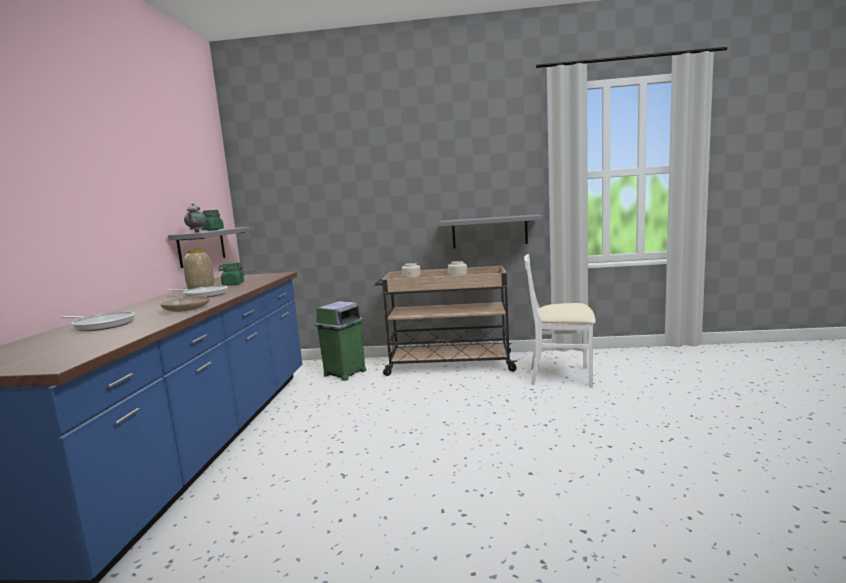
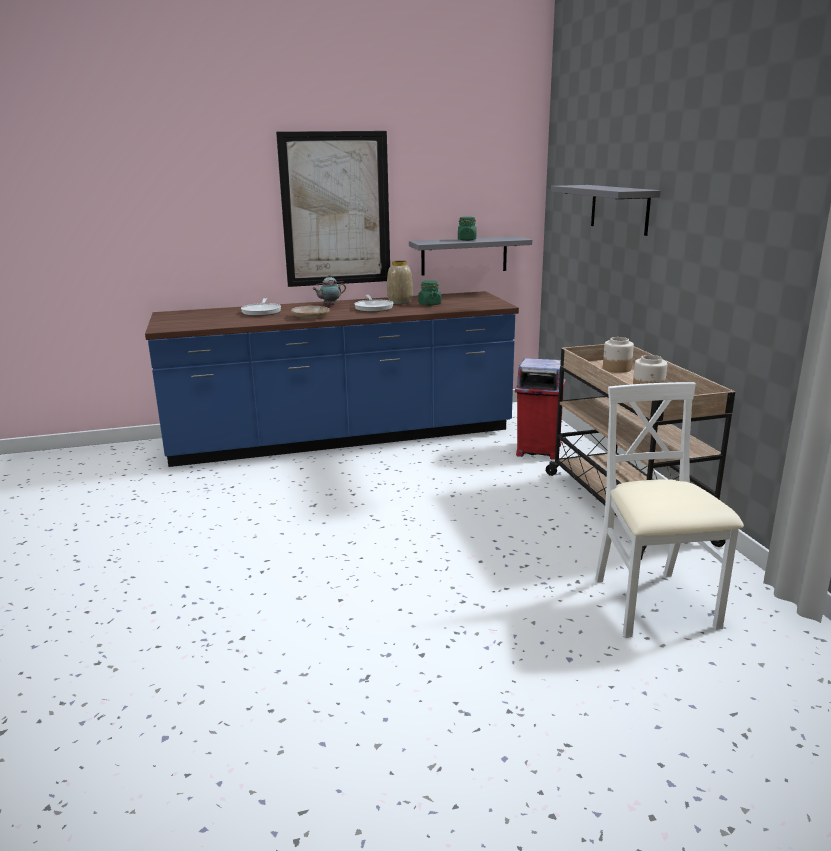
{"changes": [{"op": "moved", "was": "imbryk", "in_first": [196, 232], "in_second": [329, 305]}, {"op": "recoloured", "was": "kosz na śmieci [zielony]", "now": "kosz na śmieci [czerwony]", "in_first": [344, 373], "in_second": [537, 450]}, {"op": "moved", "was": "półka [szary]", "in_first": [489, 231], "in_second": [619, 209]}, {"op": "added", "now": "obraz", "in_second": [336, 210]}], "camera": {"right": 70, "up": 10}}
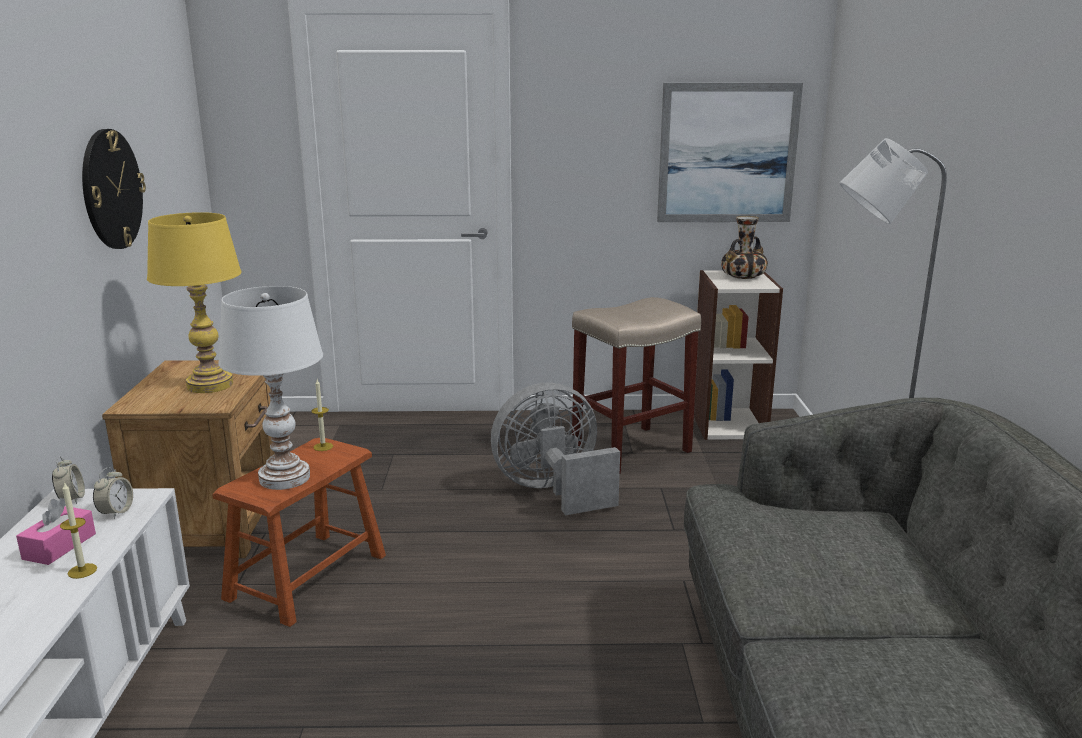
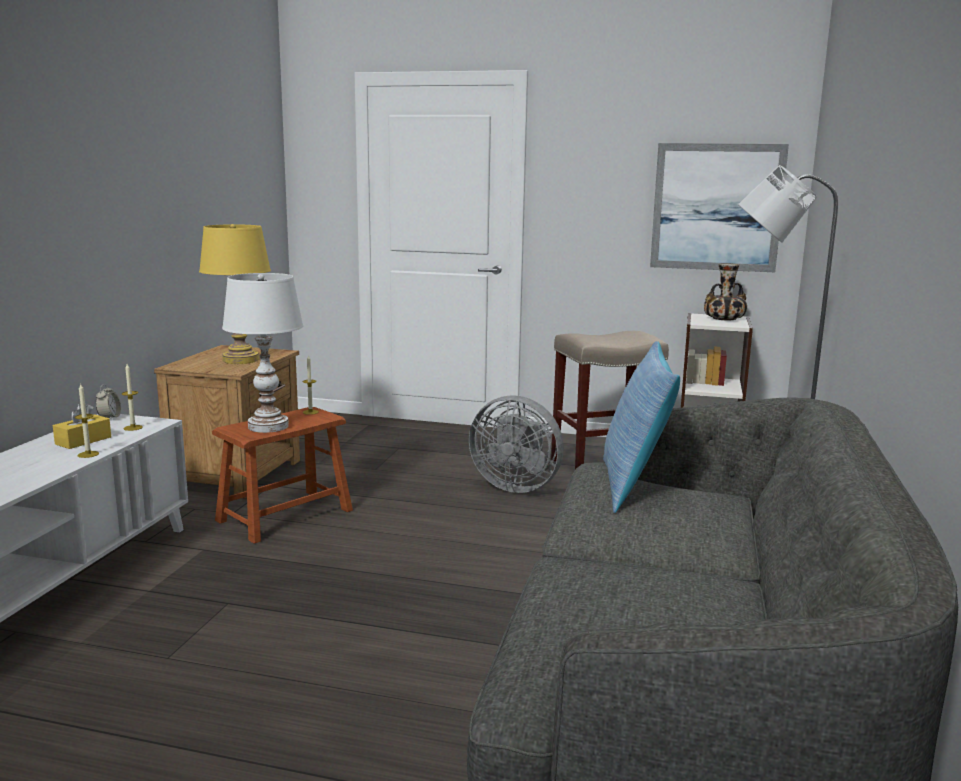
{"changes": [{"op": "recoloured", "was": "pudełko chusteczek [różowy]", "now": "pudełko chusteczek [żółty]", "in_first": [59, 546], "in_second": [83, 441]}, {"op": "removed", "was": "zegar ścienny", "in_first": [111, 189]}, {"op": "replaced", "was": "budzik", "now": "świeca", "in_first": [116, 512], "in_second": [133, 428]}, {"op": "turned", "was": "wentylator [szary]", "in_first": [553, 491], "in_second": [515, 486], "clockwise": -150}, {"op": "added", "now": "poduszka", "in_second": [634, 485]}], "camera": {"right": 15, "up": -5}}
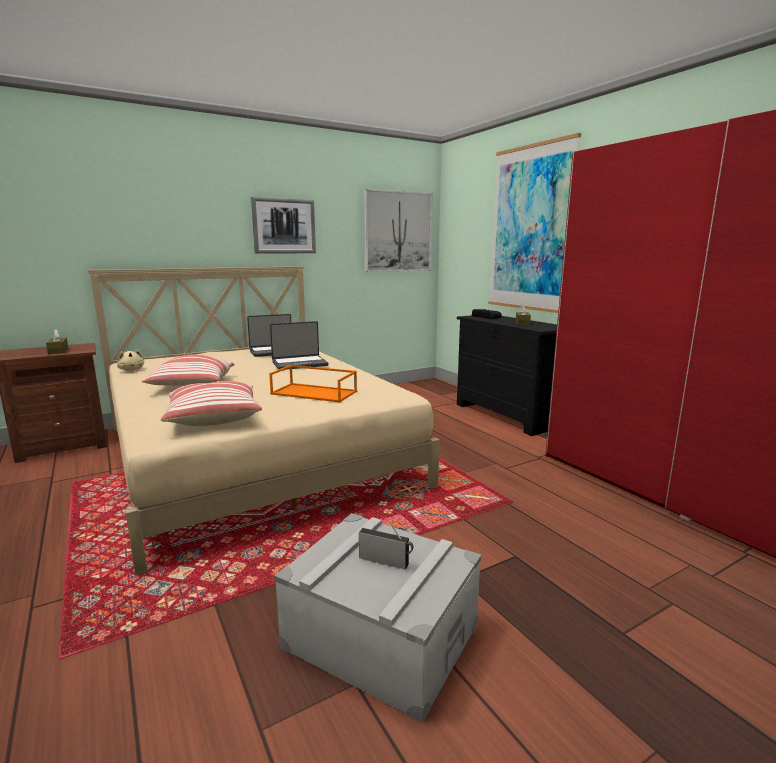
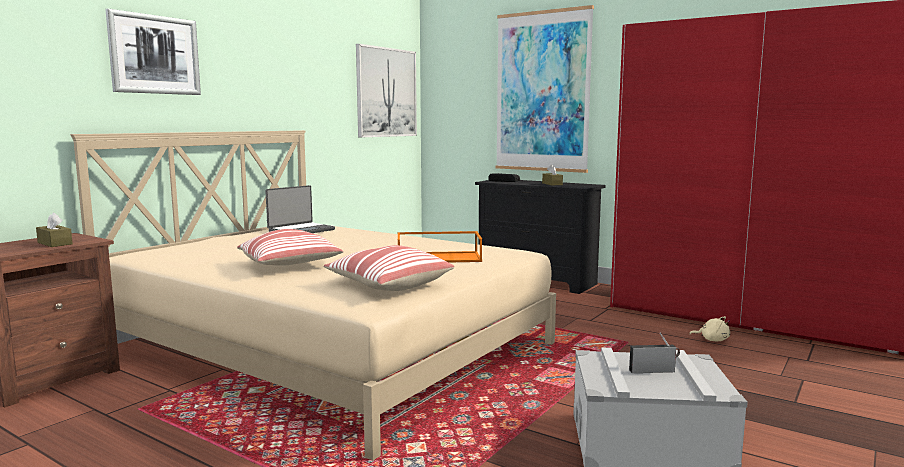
{"changes": [{"op": "moved", "was": "pluszak [beżowy]", "in_first": [132, 370], "in_second": [712, 340]}, {"op": "moved", "was": "obraz", "in_first": [284, 226], "in_second": [155, 54]}, {"op": "removed", "was": "laptop", "in_first": [299, 363]}], "camera": {"right": -25, "up": -5}}
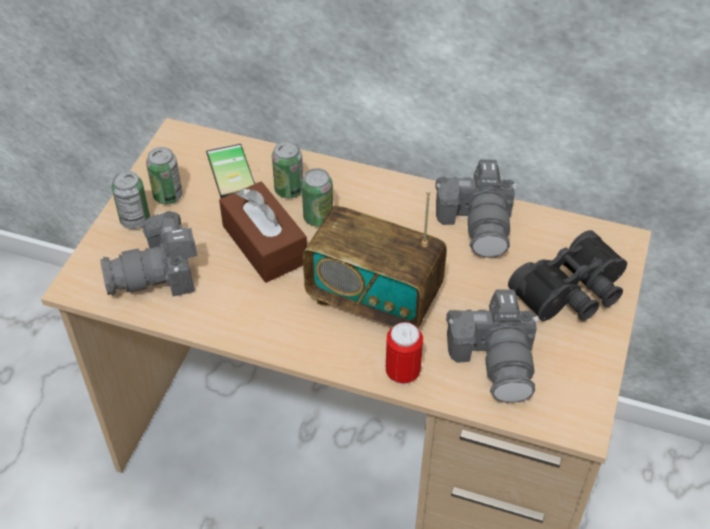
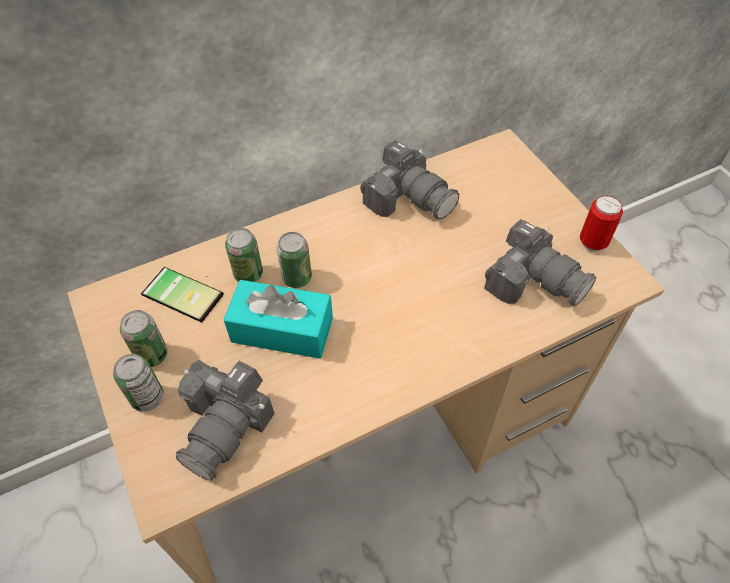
{"changes": [{"op": "recoloured", "was": "pudełko chusteczek [brązowy]", "now": "pudełko chusteczek [turkusowy]", "in_first": [264, 244], "in_second": [282, 330]}, {"op": "removed", "was": "radio", "in_first": [374, 300]}, {"op": "moved", "was": "puszka", "in_first": [402, 373], "in_second": [592, 242]}, {"op": "removed", "was": "lornetka [czarny]", "in_first": [573, 293]}], "camera": {"right": -45, "up": 5}}
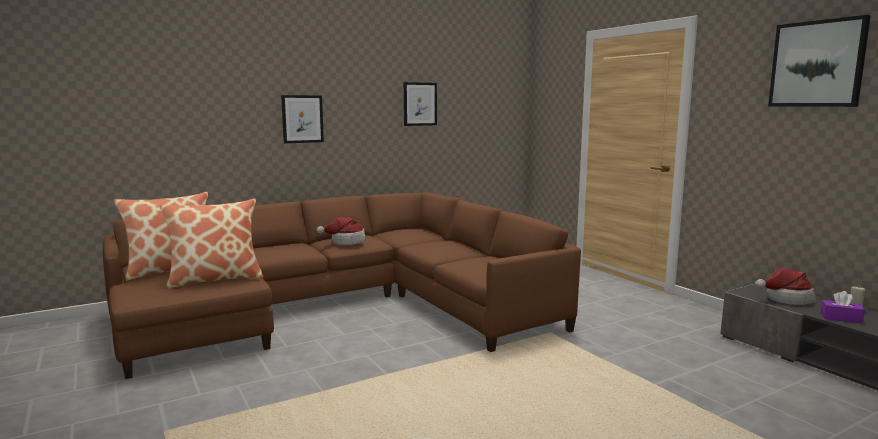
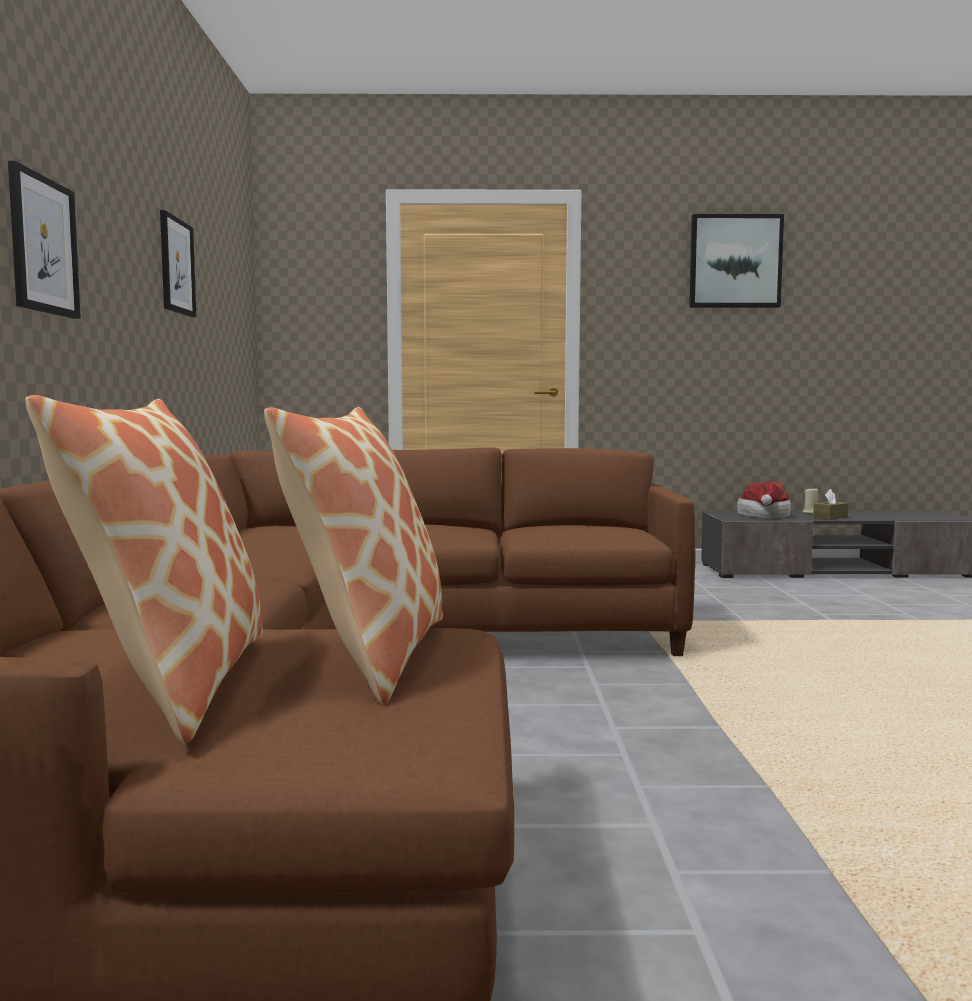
{"changes": [{"op": "removed", "was": "kapelusz", "in_first": [346, 241]}, {"op": "recoloured", "was": "pudełko chusteczek [fioletowy]", "now": "pudełko chusteczek [brązowy]", "in_first": [841, 318], "in_second": [830, 517]}], "camera": {"right": -60, "up": -5}}
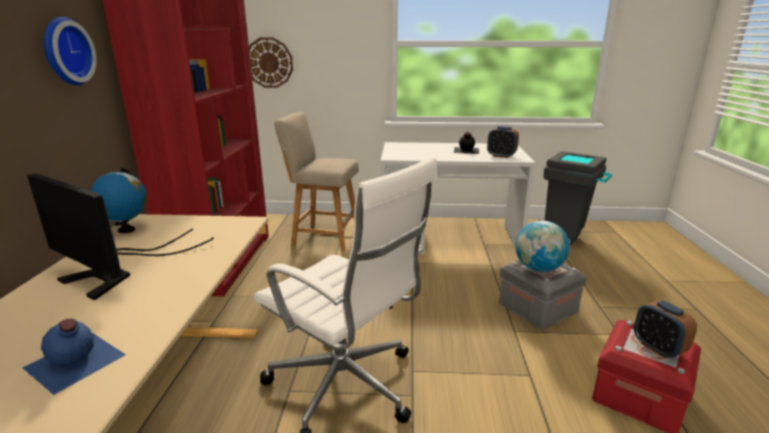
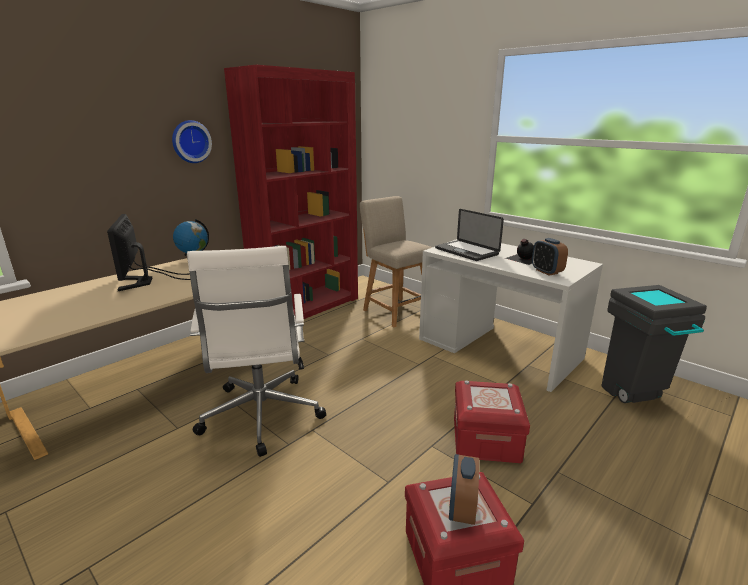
{"changes": [{"op": "removed", "was": "butelka [niebieski]", "in_first": [74, 362]}, {"op": "removed", "was": "zegar ścienny", "in_first": [269, 63]}, {"op": "recoloured", "was": "pojemnik do przechowywania [szary]", "now": "pojemnik do przechowywania [czerwony]", "in_first": [537, 308], "in_second": [486, 440]}, {"op": "removed", "was": "globus", "in_first": [538, 269]}, {"op": "added", "now": "laptop", "in_second": [466, 251]}], "camera": {"right": 40, "up": 0}}
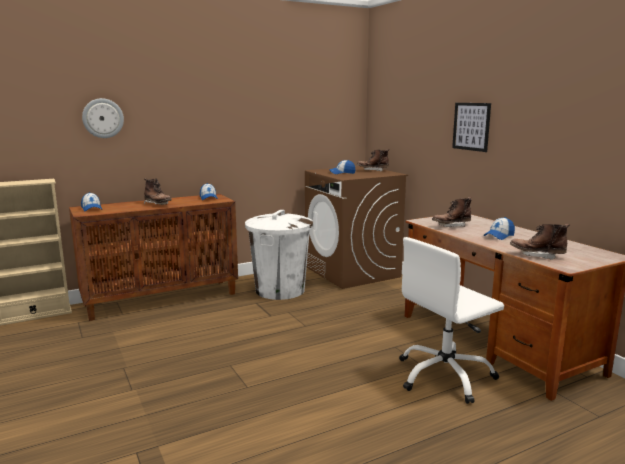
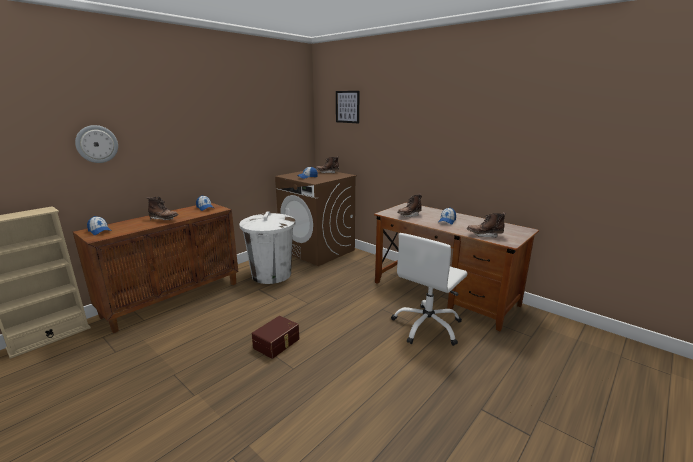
{"changes": [{"op": "moved", "was": "obraz", "in_first": [471, 126], "in_second": [347, 107]}, {"op": "added", "now": "pojemnik do przechowywania [brązowy]", "in_second": [277, 343]}], "camera": {"right": -20, "up": 5}}
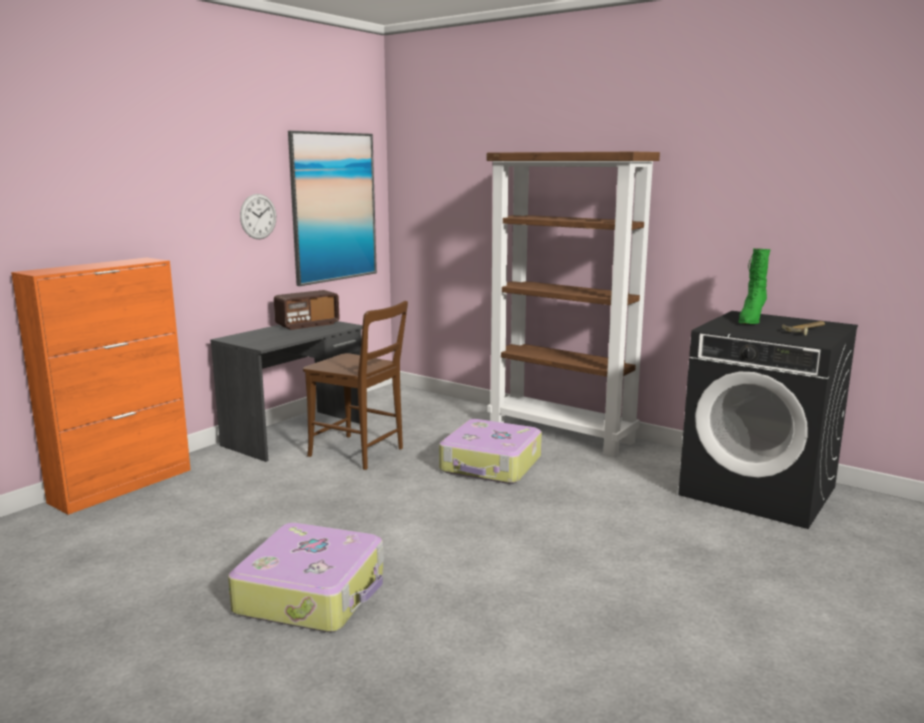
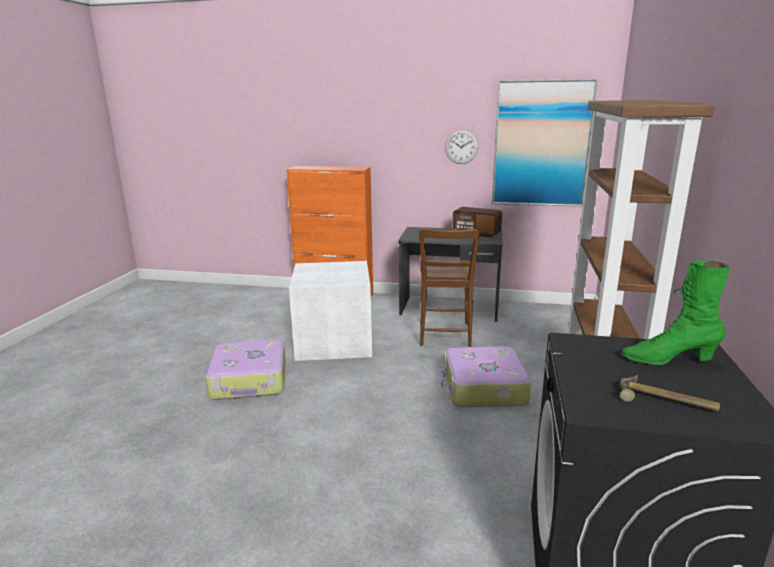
{"changes": [{"op": "added", "now": "pojemnik do przechowywania [biały]", "in_second": [332, 341]}], "camera": {"right": 65, "up": 5}}
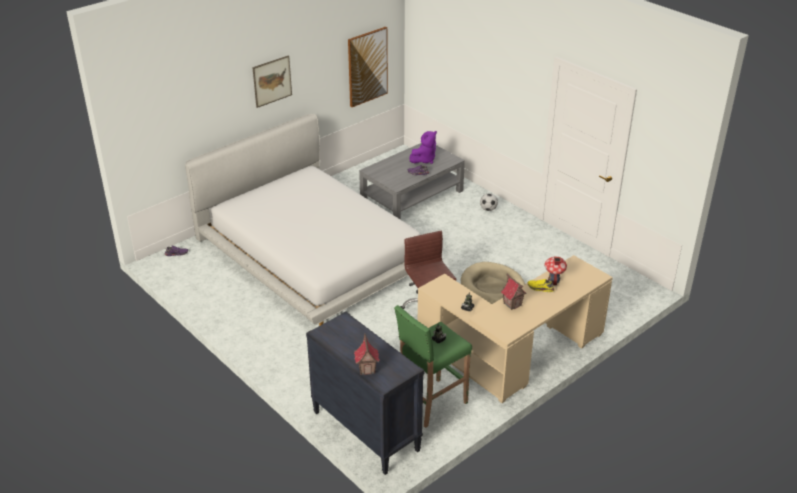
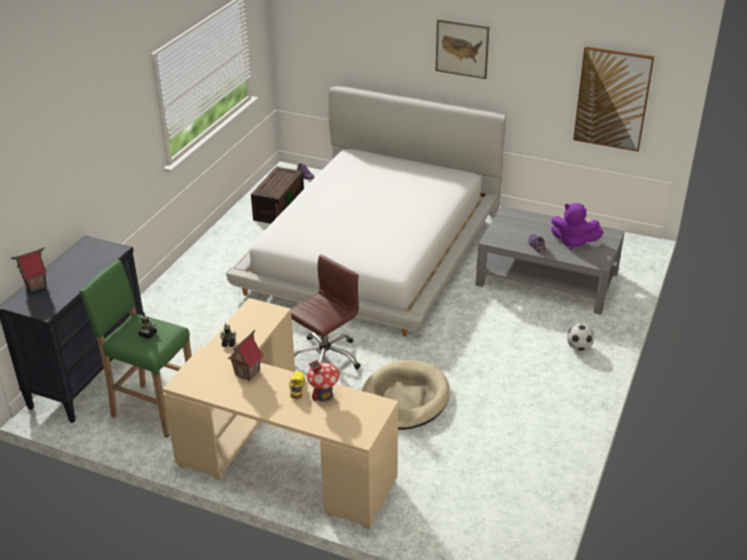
{"changes": [{"op": "added", "now": "pojemnik do przechowywania [brązowy]", "in_second": [278, 207]}], "camera": {"right": 65, "up": 0}}
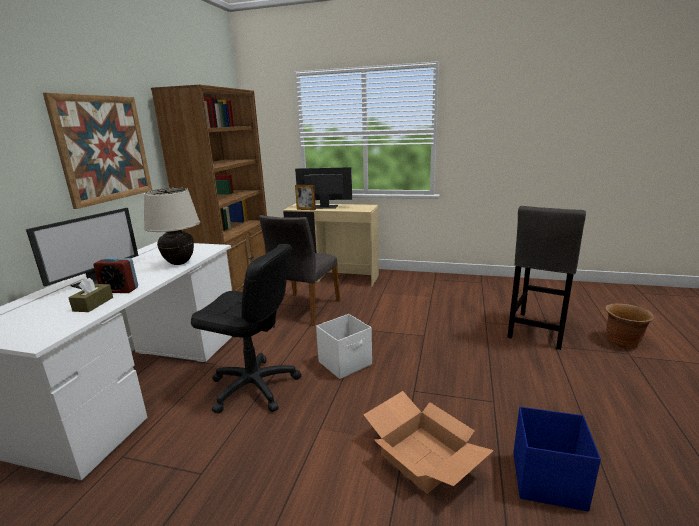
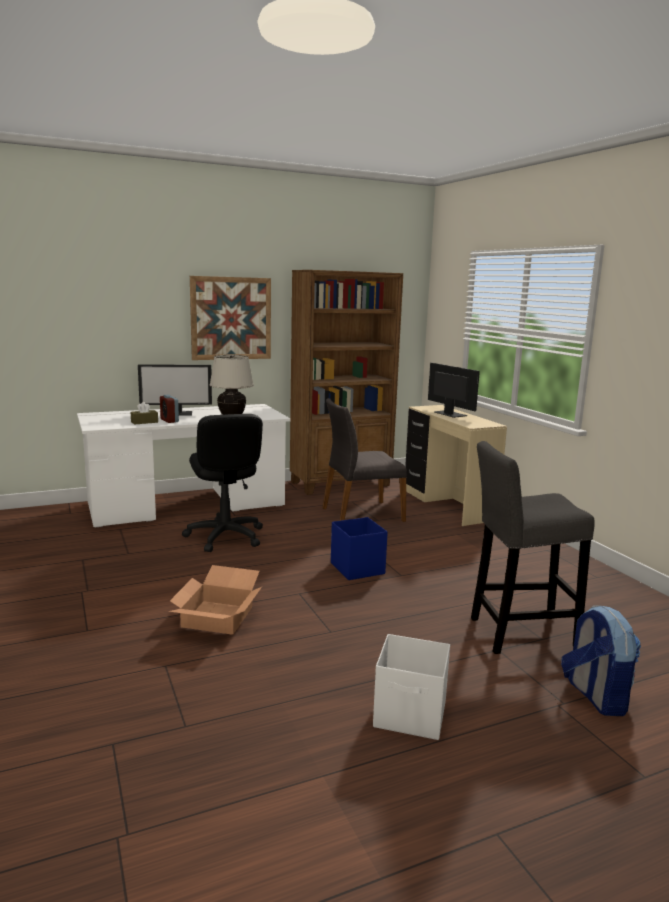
{"changes": [{"op": "removed", "was": "ramka na zdjęcie", "in_first": [306, 209]}, {"op": "moved", "was": "pojemnik do przechowywania [biały]", "in_first": [346, 363], "in_second": [411, 715]}, {"op": "moved", "was": "pojemnik do przechowywania [niebieski]", "in_first": [546, 480], "in_second": [357, 568]}, {"op": "replaced", "was": "donica [brązowy]", "now": "plecak", "in_first": [622, 341], "in_second": [595, 696]}], "camera": {"right": 50, "up": -5}}
